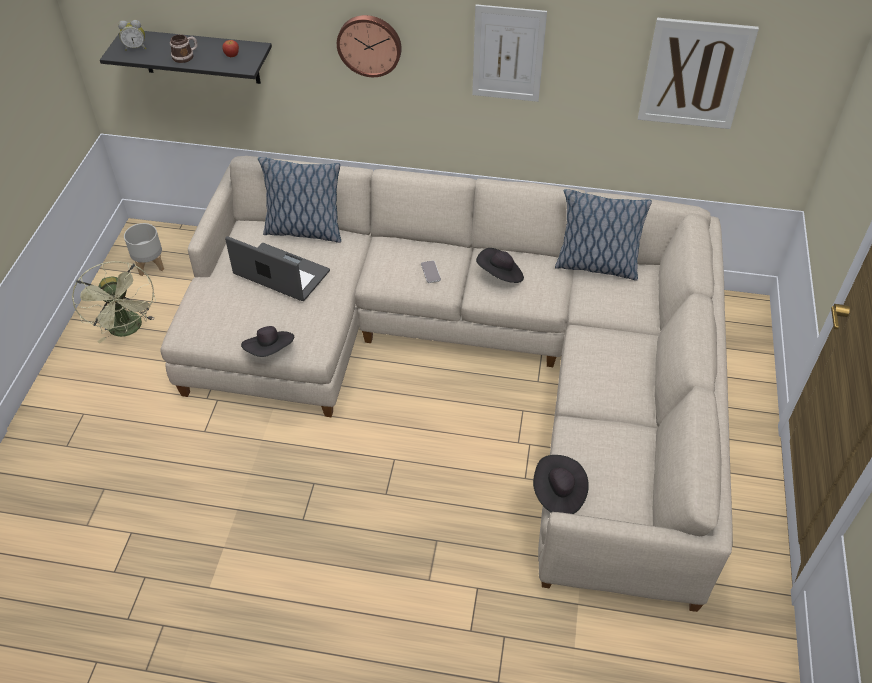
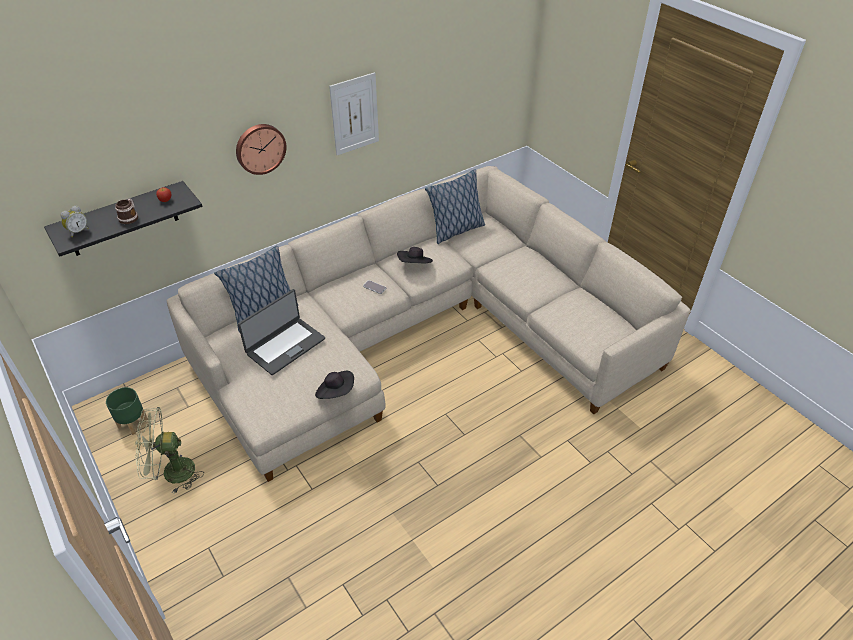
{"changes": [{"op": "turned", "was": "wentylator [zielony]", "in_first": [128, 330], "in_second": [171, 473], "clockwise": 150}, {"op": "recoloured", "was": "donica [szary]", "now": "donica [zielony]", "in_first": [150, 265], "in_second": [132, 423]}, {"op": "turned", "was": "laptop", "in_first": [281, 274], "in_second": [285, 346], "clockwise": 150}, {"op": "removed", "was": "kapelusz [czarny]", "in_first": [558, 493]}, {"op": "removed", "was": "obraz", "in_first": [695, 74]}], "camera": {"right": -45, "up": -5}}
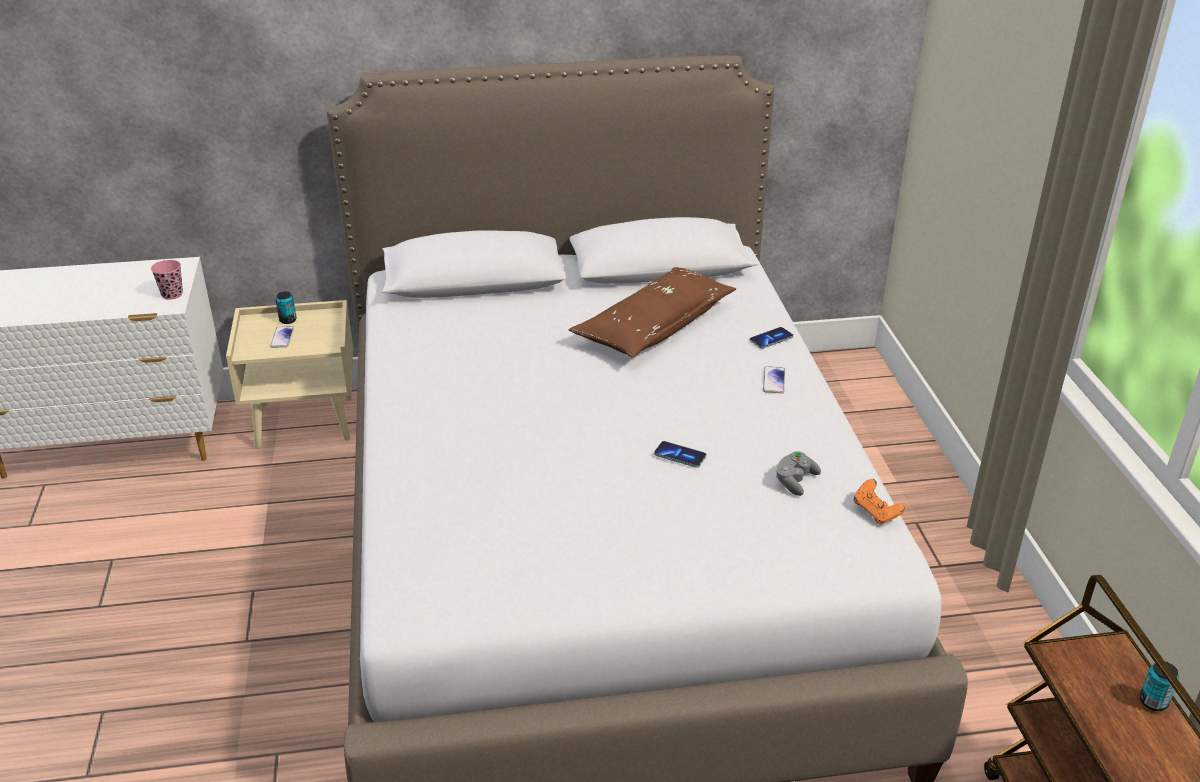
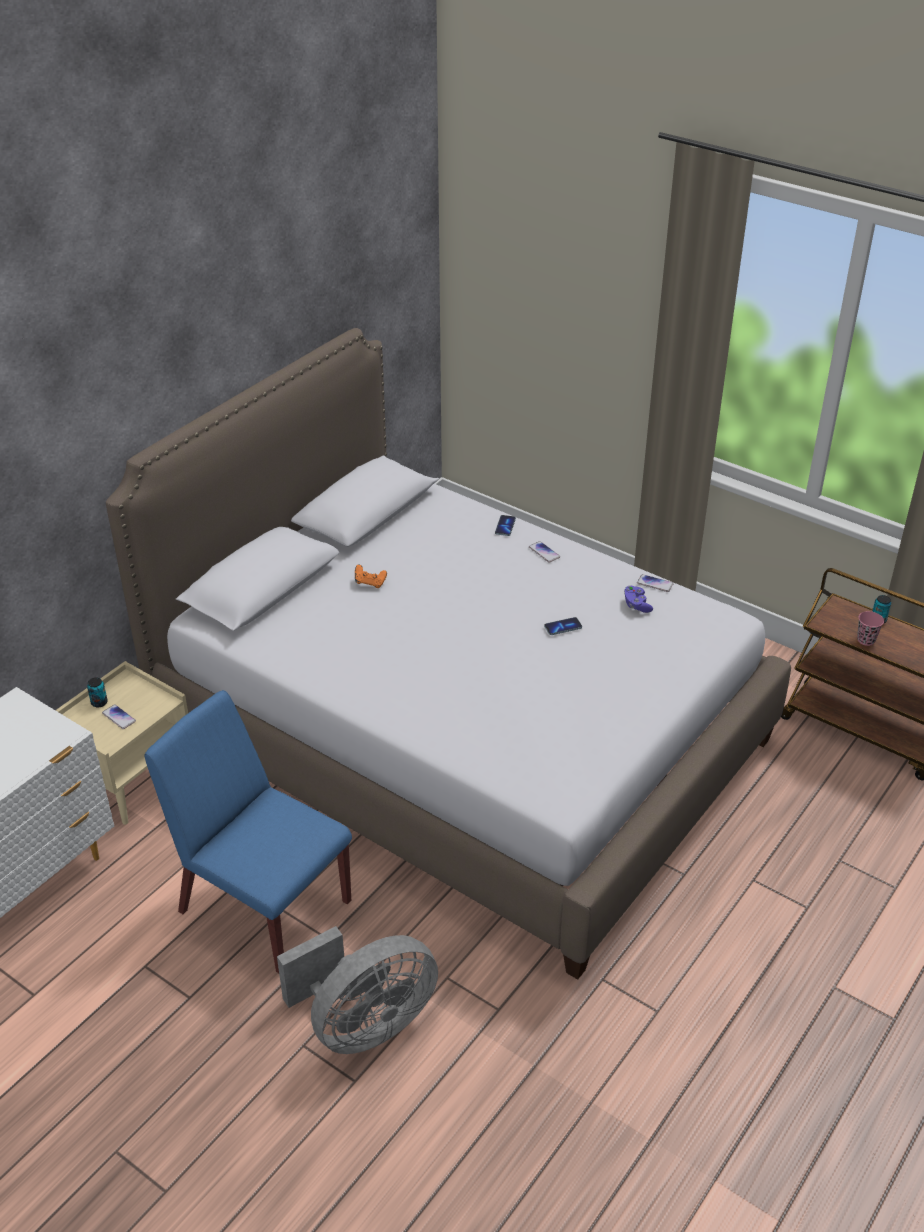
{"changes": [{"op": "moved", "was": "filiżanka [różowy]", "in_first": [172, 294], "in_second": [866, 640]}, {"op": "removed", "was": "poduszka [brązowy]", "in_first": [654, 326]}, {"op": "recoloured", "was": "pad do gier [szary]", "now": "pad do gier [fioletowy]", "in_first": [795, 481], "in_second": [636, 605]}, {"op": "moved", "was": "pad do gier [pomarańczowy]", "in_first": [876, 512], "in_second": [370, 583]}, {"op": "added", "now": "krzesło [niebieski]", "in_second": [263, 906]}, {"op": "added", "now": "wentylator [szary]", "in_second": [364, 1024]}, {"op": "added", "now": "telefon", "in_second": [655, 584]}], "camera": {"right": -45, "up": 5}}
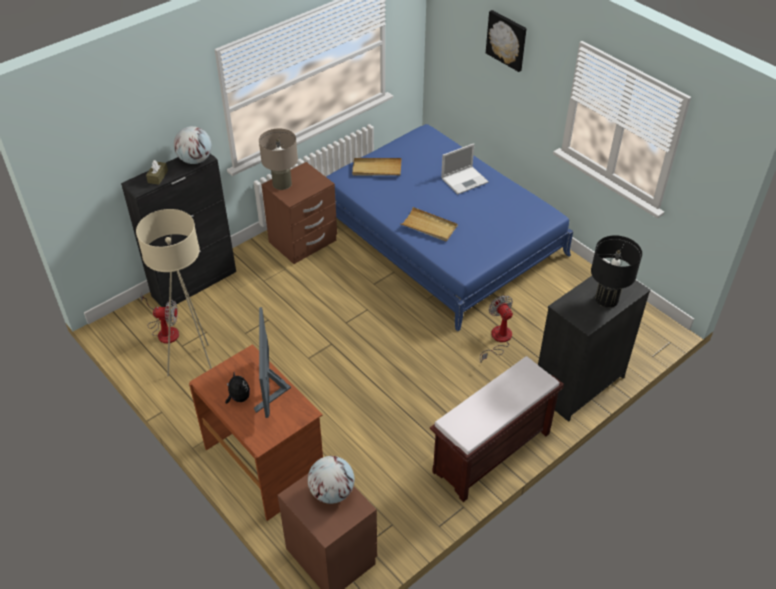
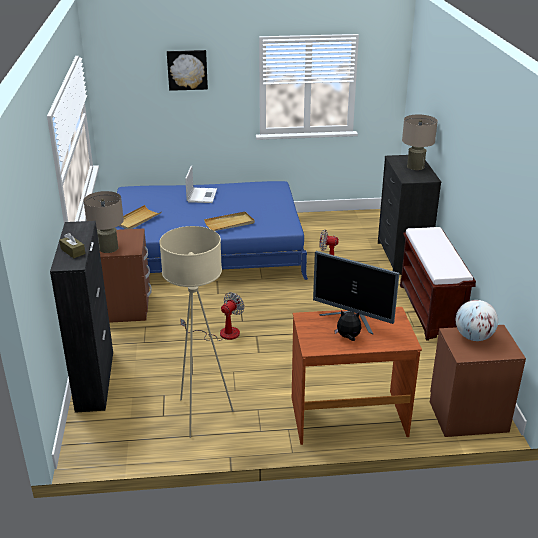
{"changes": [{"op": "moved", "was": "wentylator", "in_first": [164, 330], "in_second": [222, 334]}, {"op": "removed", "was": "globus", "in_first": [195, 160]}, {"op": "recoloured", "was": "lampa stołowa [czarny]", "now": "lampa stołowa [beżowy]", "in_first": [606, 299], "in_second": [415, 166]}], "camera": {"right": -55, "up": -15}}
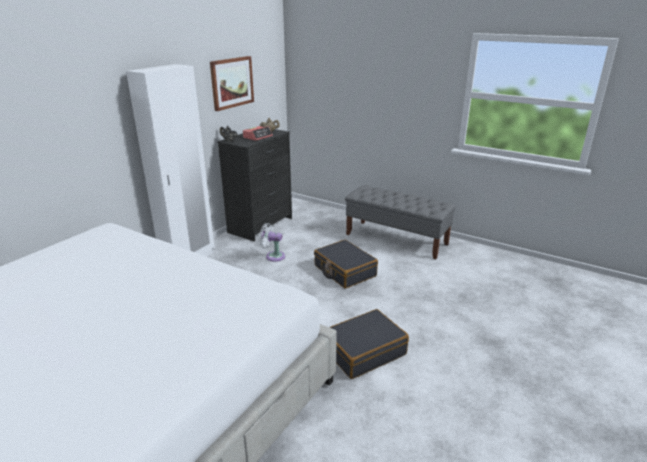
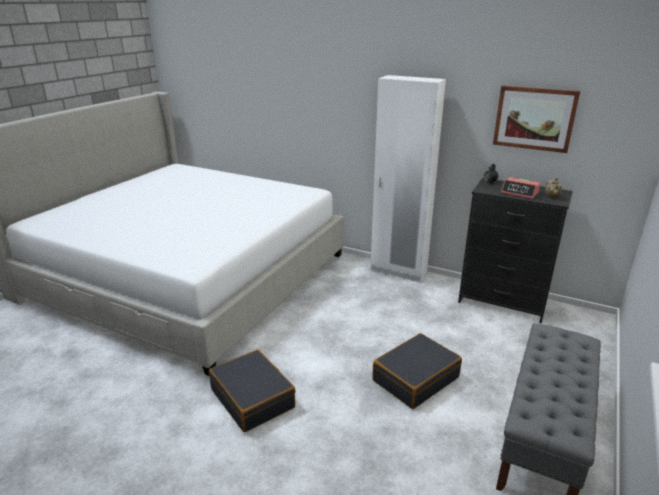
{"changes": [{"op": "removed", "was": "wentylator [biały]", "in_first": [273, 256]}], "camera": {"right": 85, "up": 0}}
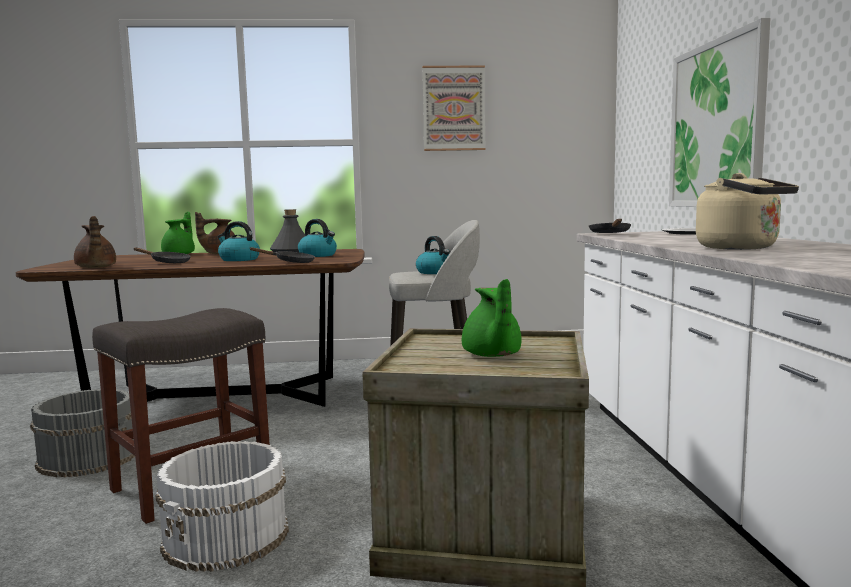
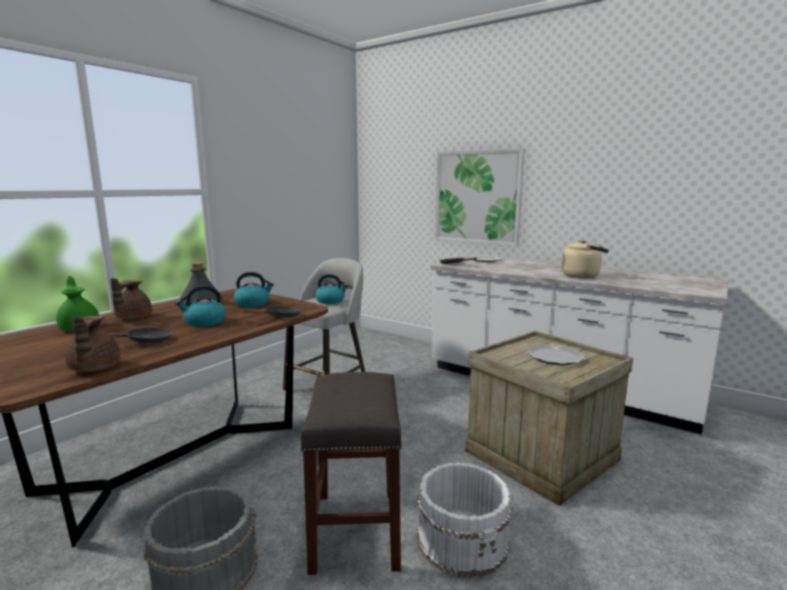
{"changes": [{"op": "turned", "was": "imbryk [brązowy]", "in_first": [95, 267], "in_second": [93, 369], "clockwise": 60}, {"op": "removed", "was": "obraz", "in_first": [453, 108]}, {"op": "replaced", "was": "imbryk [zielony]", "now": "talerz", "in_first": [491, 355], "in_second": [555, 357]}], "camera": {"right": -50, "up": 5}}
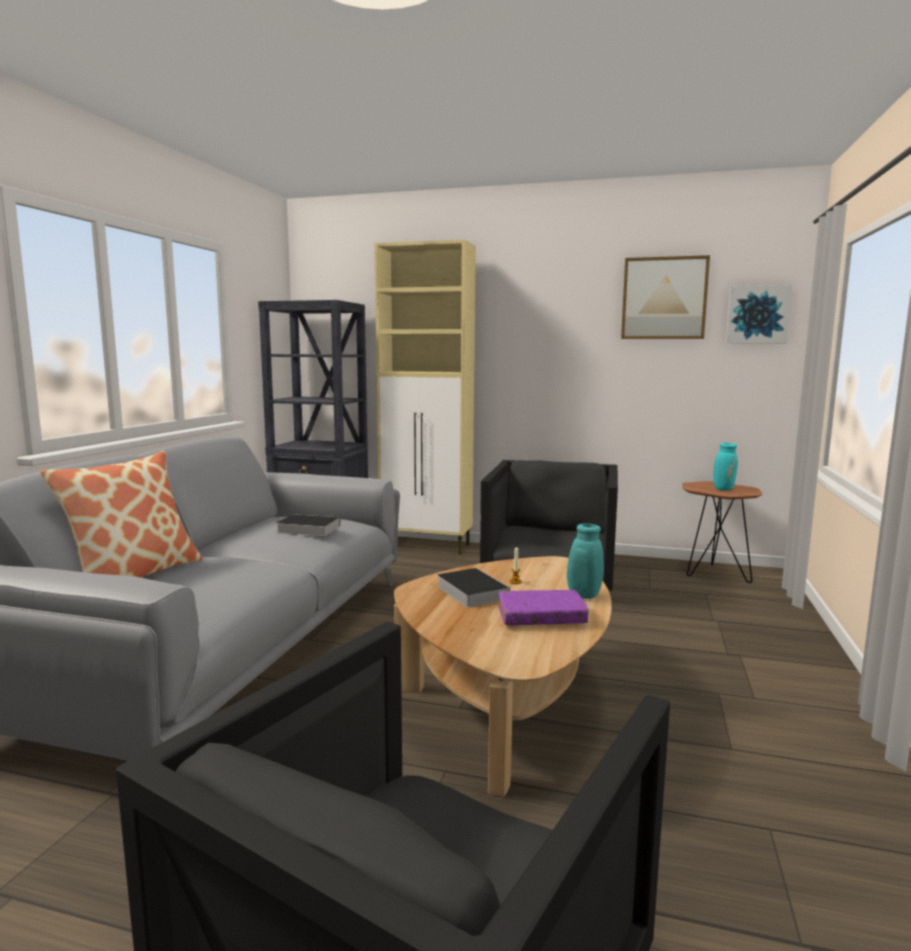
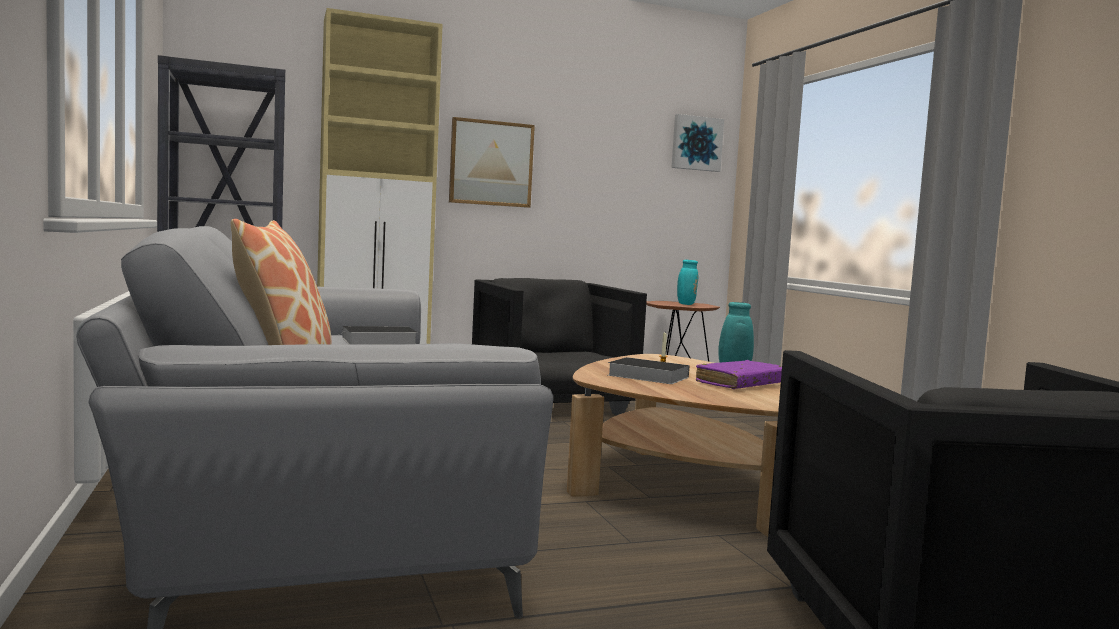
{"changes": [{"op": "moved", "was": "obraz", "in_first": [664, 298], "in_second": [491, 163]}], "camera": {"right": -35, "up": -5}}
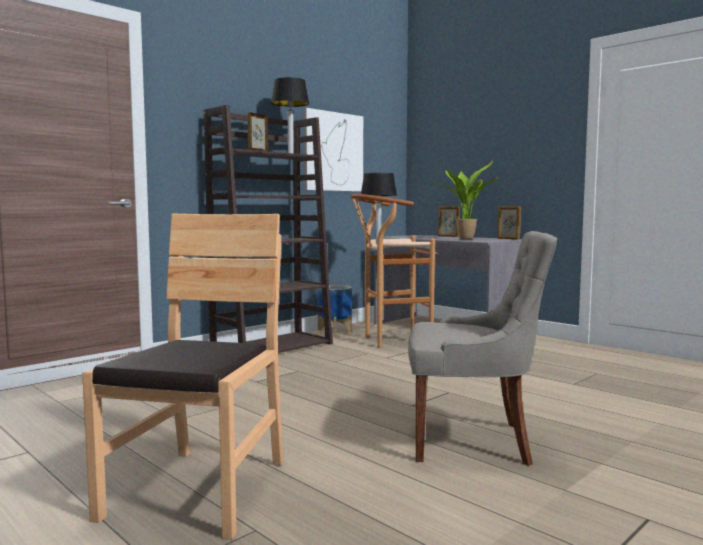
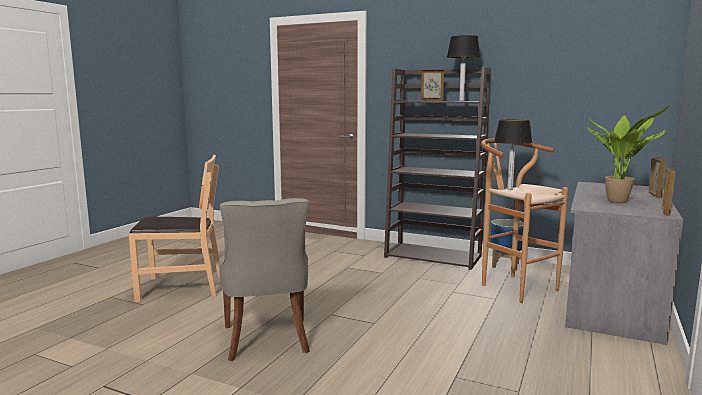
{"changes": [{"op": "removed", "was": "obraz", "in_first": [333, 152]}], "camera": {"right": 70, "up": 5}}
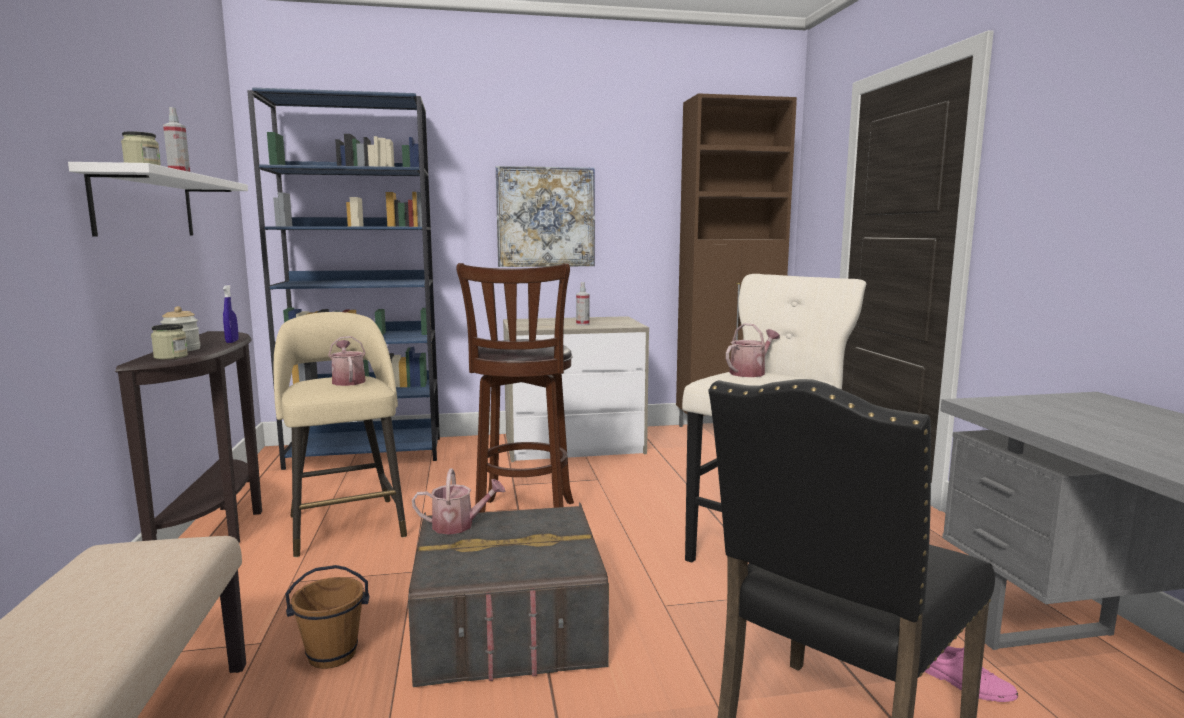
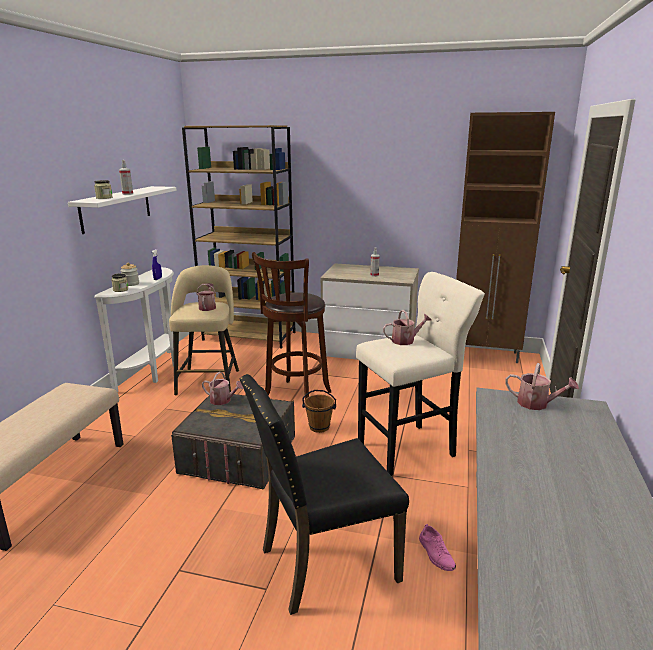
{"changes": [{"op": "recoloured", "was": "stolik konsolowy [brązowy]", "now": "stolik konsolowy [biały]", "in_first": [220, 528], "in_second": [154, 371]}, {"op": "recoloured", "was": "regał [niebieski]", "now": "regał [brązowy]", "in_first": [367, 453], "in_second": [250, 336]}, {"op": "moved", "was": "wiadro [brązowy]", "in_first": [332, 654], "in_second": [319, 427]}, {"op": "removed", "was": "obraz", "in_first": [545, 217]}, {"op": "added", "now": "konewka", "in_second": [537, 404]}], "camera": {"right": 25, "up": 10}}
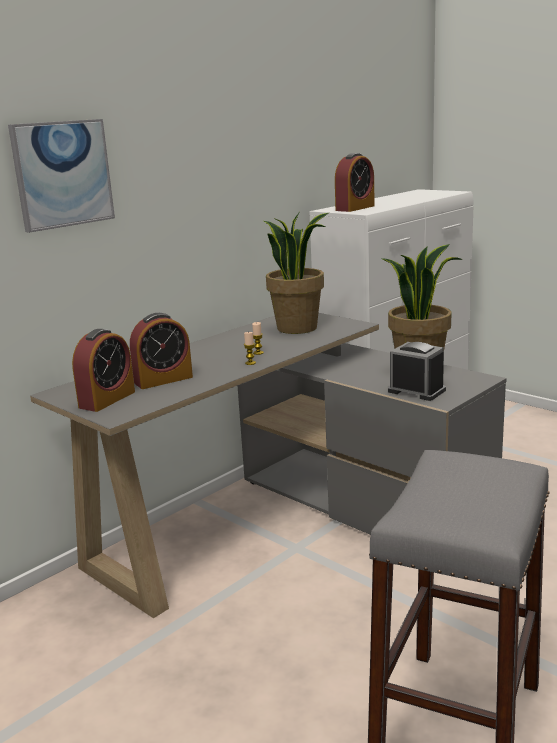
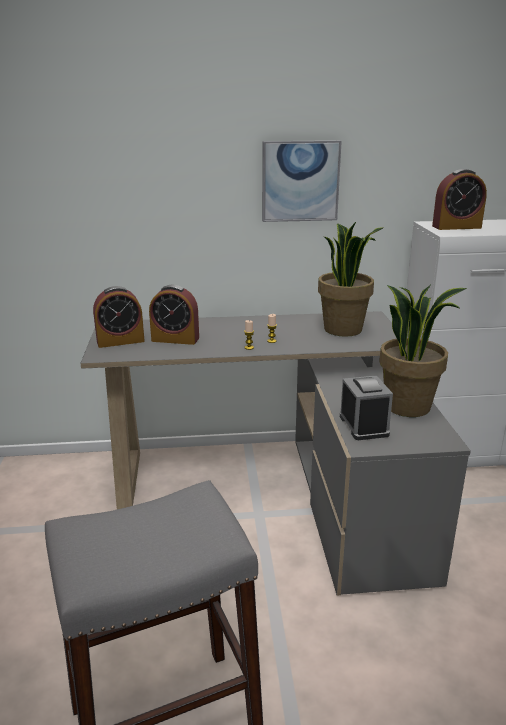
{"changes": [{"op": "moved", "was": "obraz", "in_first": [62, 174], "in_second": [300, 181]}], "camera": {"right": 40, "up": 5}}
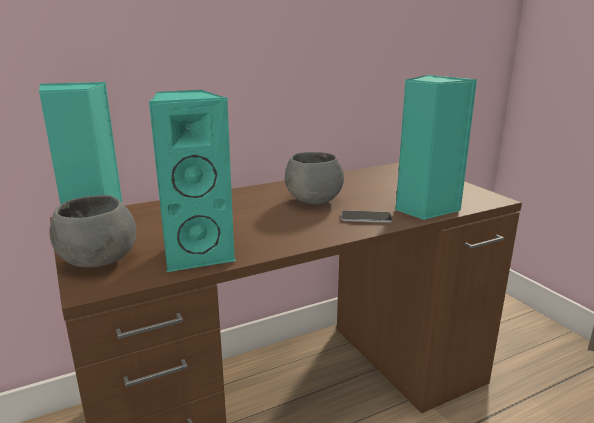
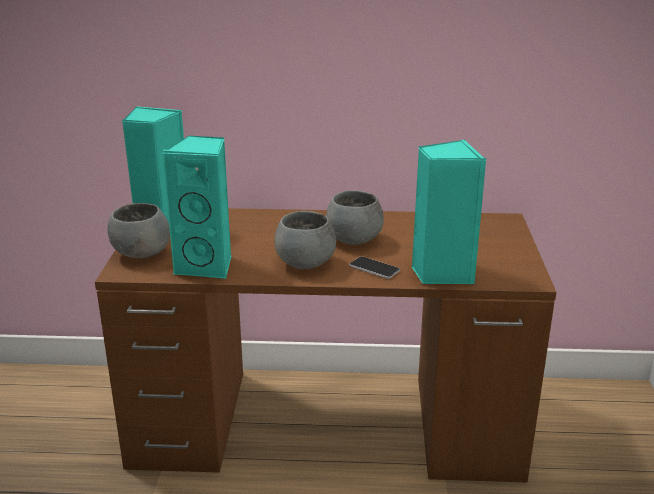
{"changes": [{"op": "added", "now": "miska [szary]", "in_second": [306, 263]}], "camera": {"right": 30, "up": 5}}
